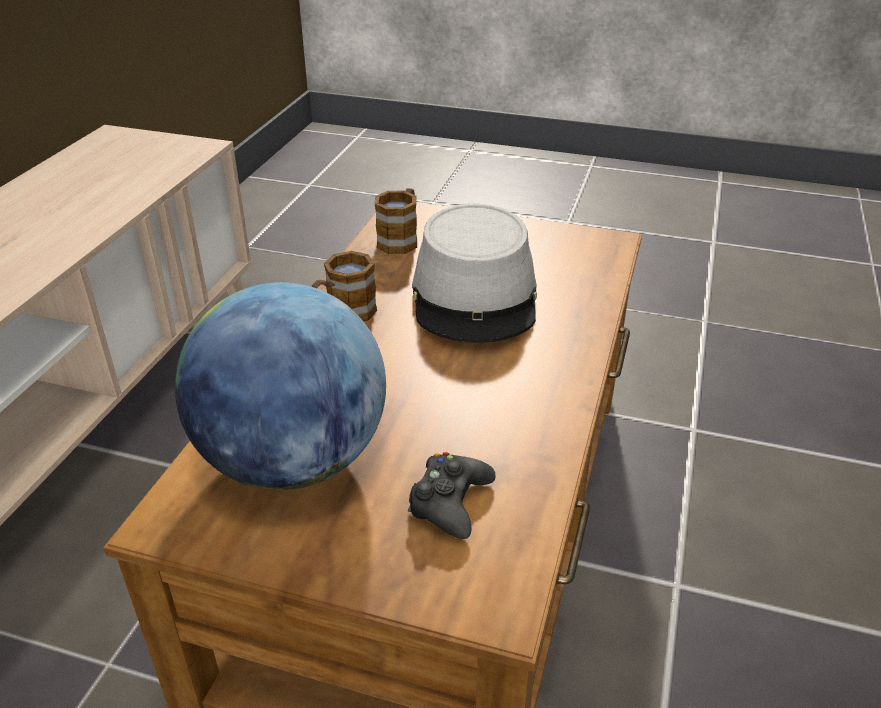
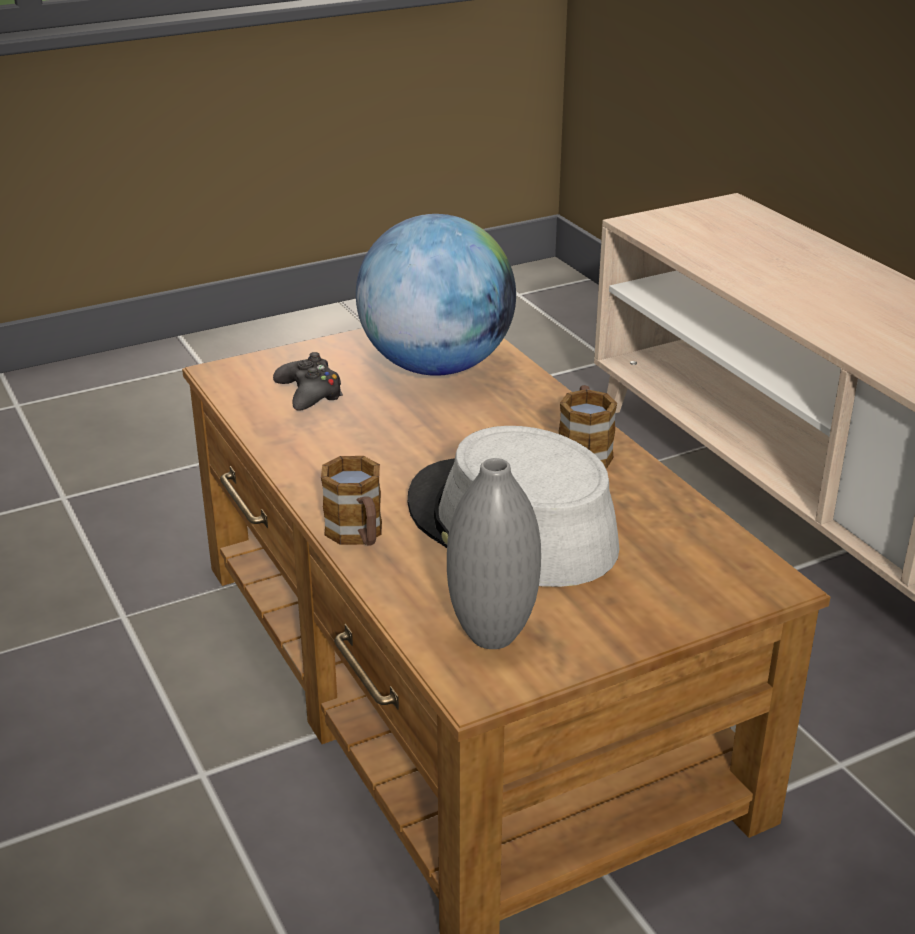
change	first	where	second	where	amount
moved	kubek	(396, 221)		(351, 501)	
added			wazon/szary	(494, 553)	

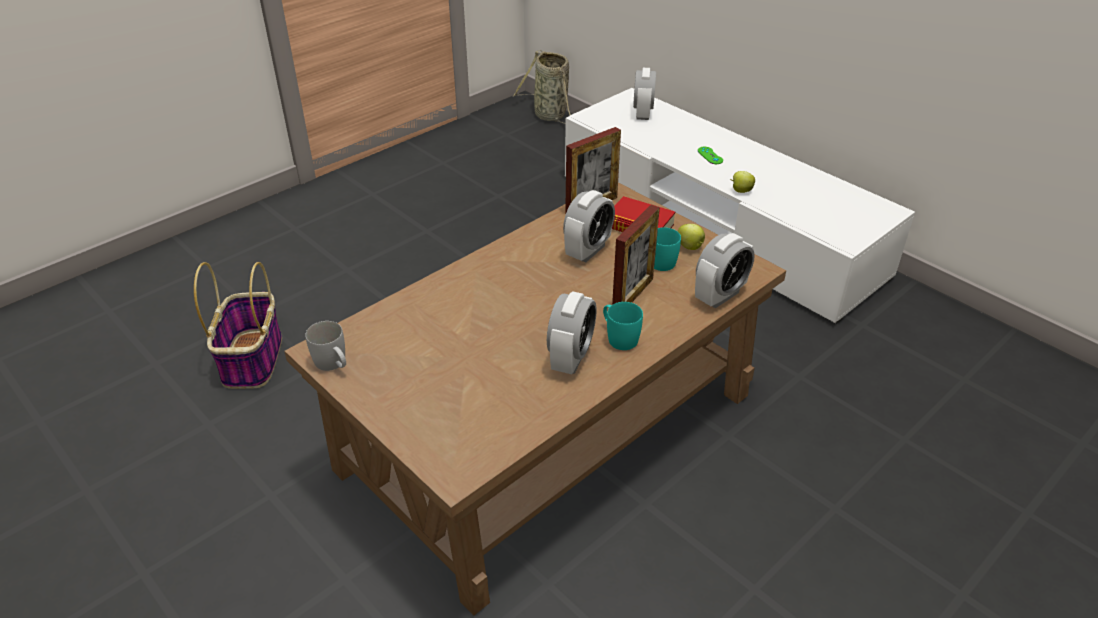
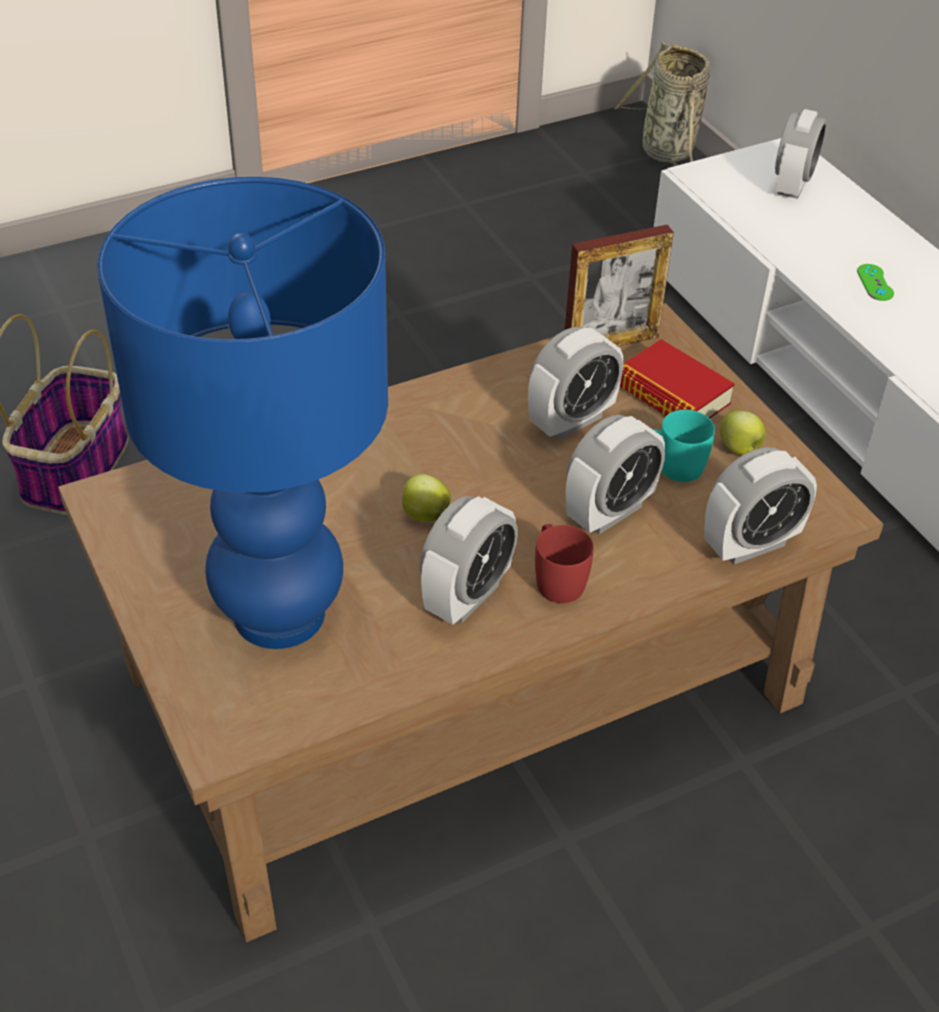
change	first	where	second	where	amount
moved	jabłko	(742, 182)		(426, 498)	
replaced	ramka na zdjęcie	(636, 255)	budzik	(615, 474)	
recoloured	kubek/turkusowy	(623, 326)	kubek/czerwony	(564, 563)	
removed	kubek/biały	(325, 346)			
added			lampa stołowa/niebieski	(242, 413)	

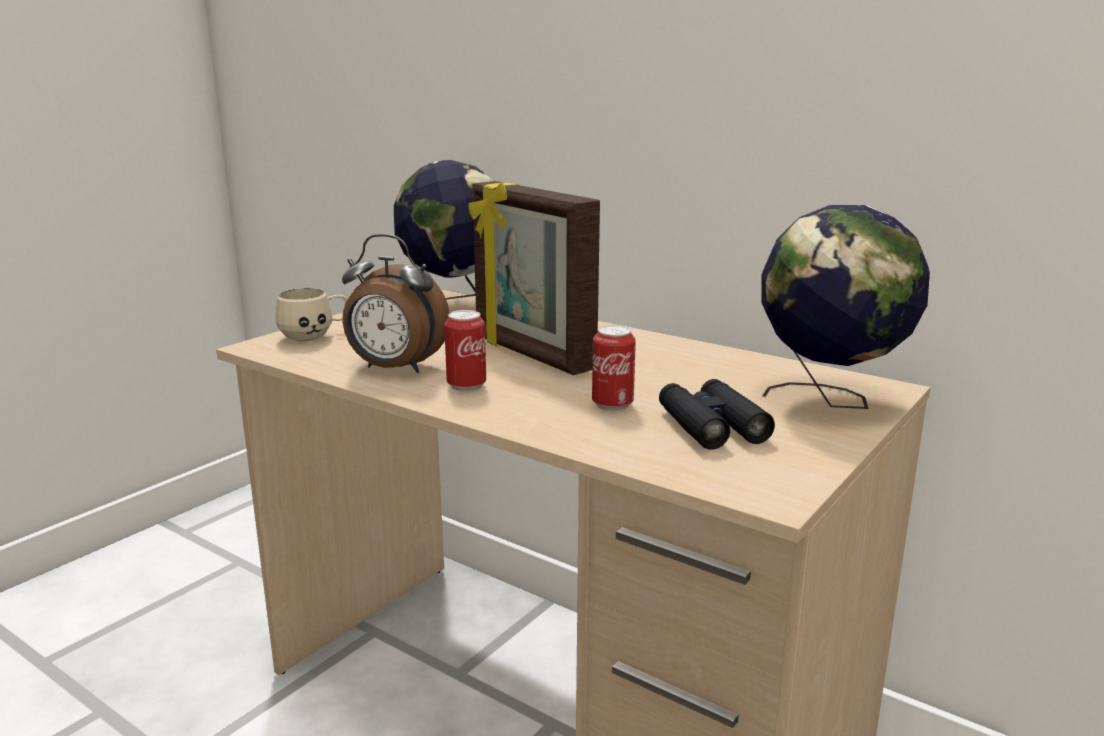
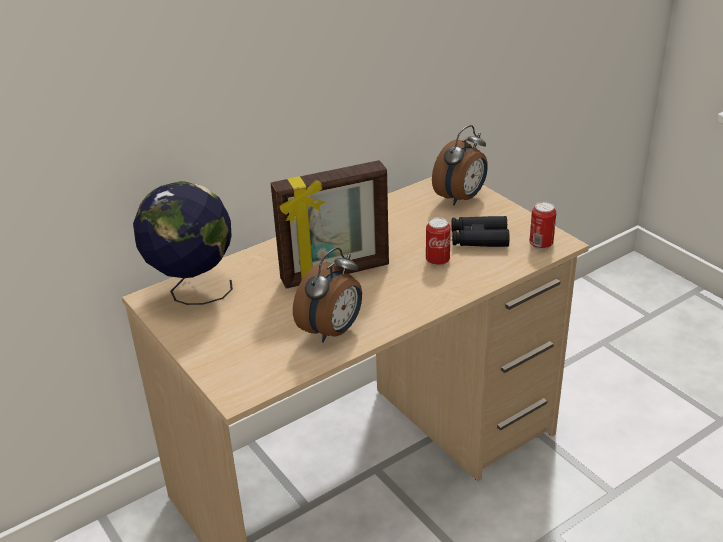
change	first	where	second	where	amount
replaced	globus	(845, 307)	budzik	(460, 165)	
removed	kubek/beżowy	(311, 314)			
moved	puszka	(465, 351)		(542, 226)	

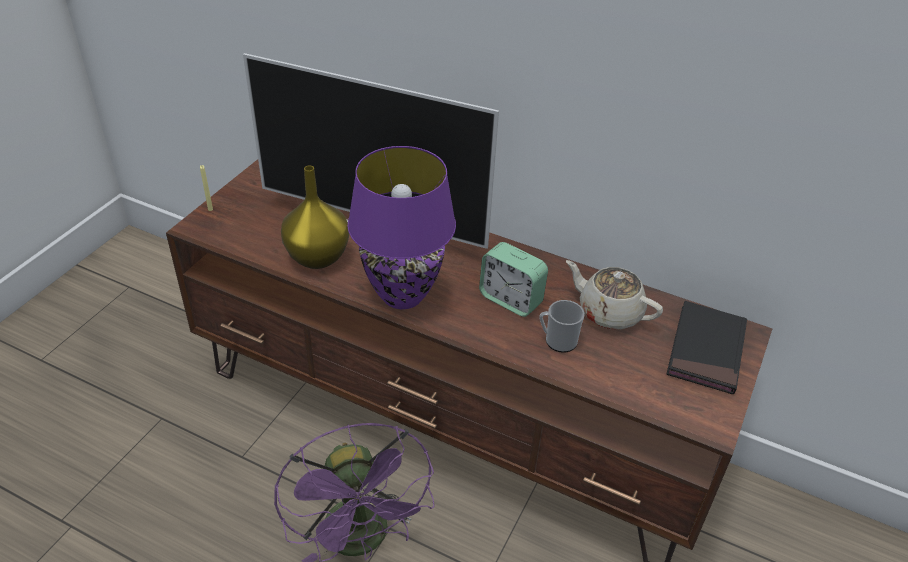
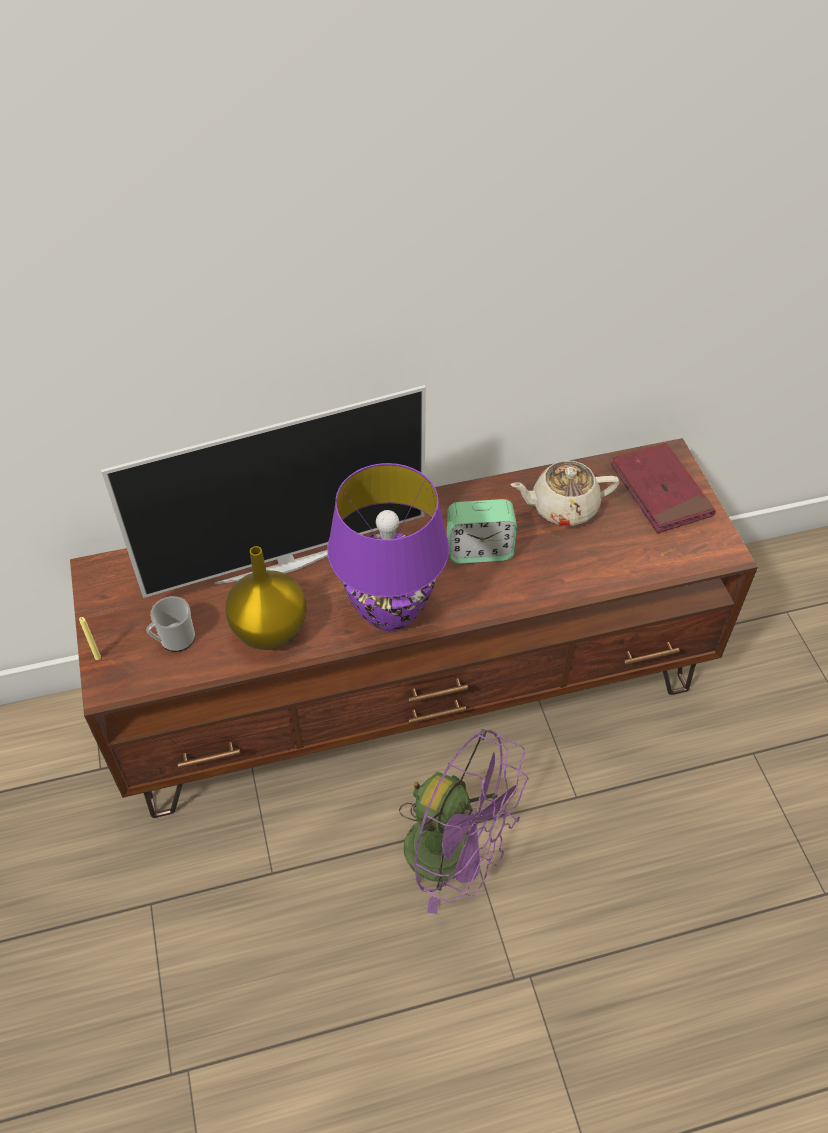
change	first	where	second	where	amount
moved	kubek	(562, 326)		(170, 624)	
recoloured	książka/czarny	(707, 347)	książka/czerwony	(663, 488)	

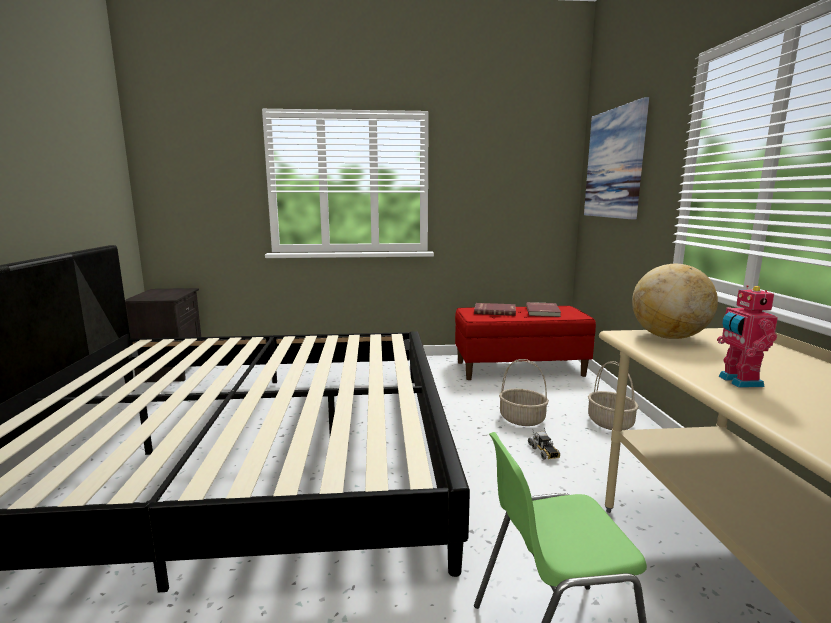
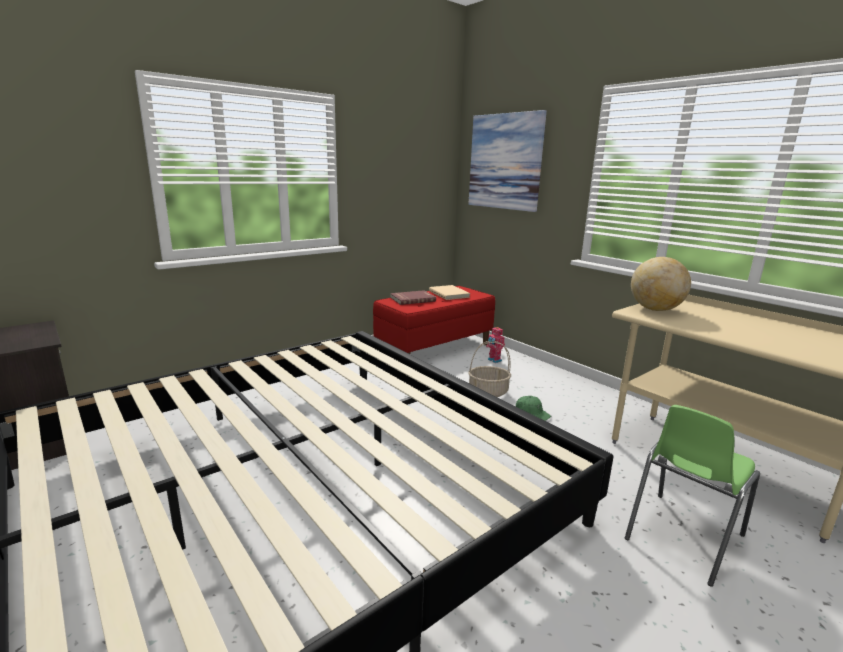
change	first	where	second	where	amount
moved	robot zabawkowy	(747, 336)		(495, 344)	
recoloured	książka/czerwony	(543, 309)	książka/beżowy	(449, 292)	
removed	koszyk	(613, 395)			
replaced	ciężarówka zabawkowa	(544, 444)	czapka z daszkiem/zielony	(533, 408)	

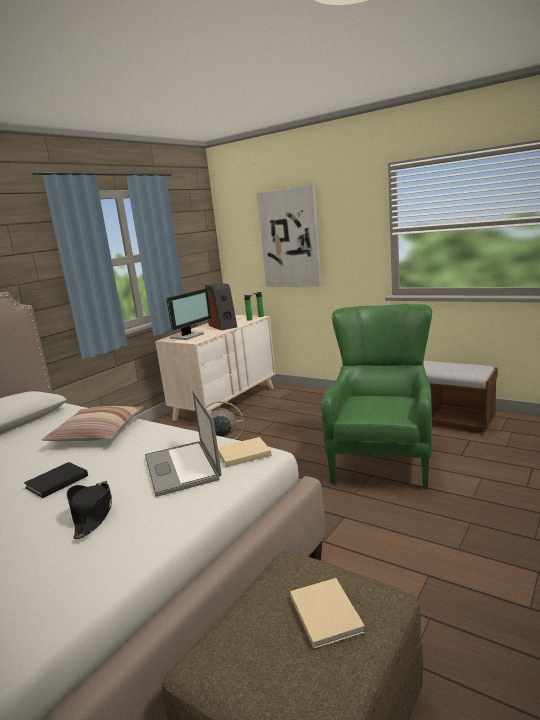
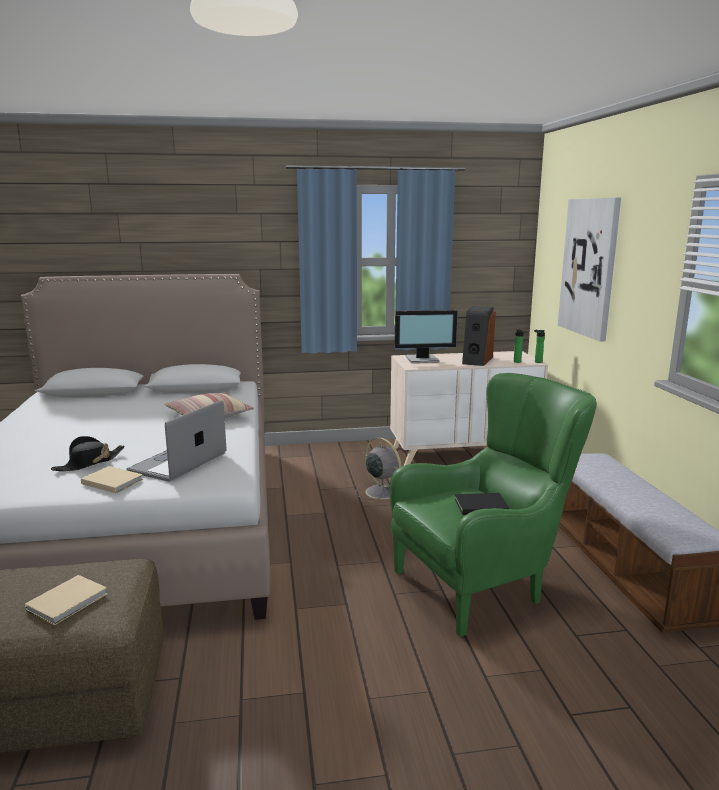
change	first	where	second	where	amount
moved	książka/beżowy	(244, 452)		(112, 479)	
moved	książka/czarny	(56, 480)		(482, 504)	

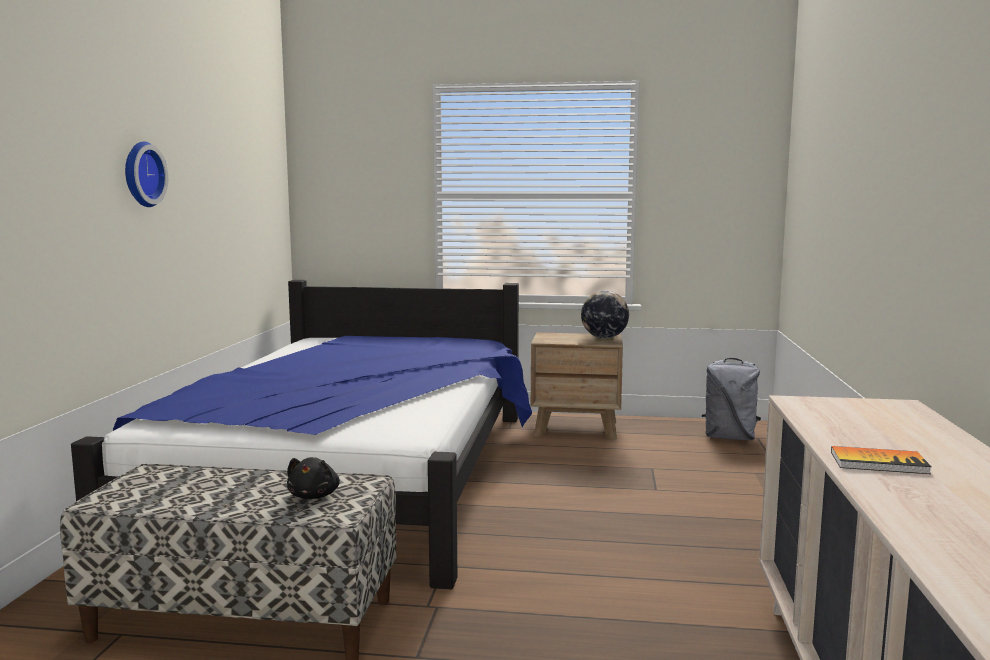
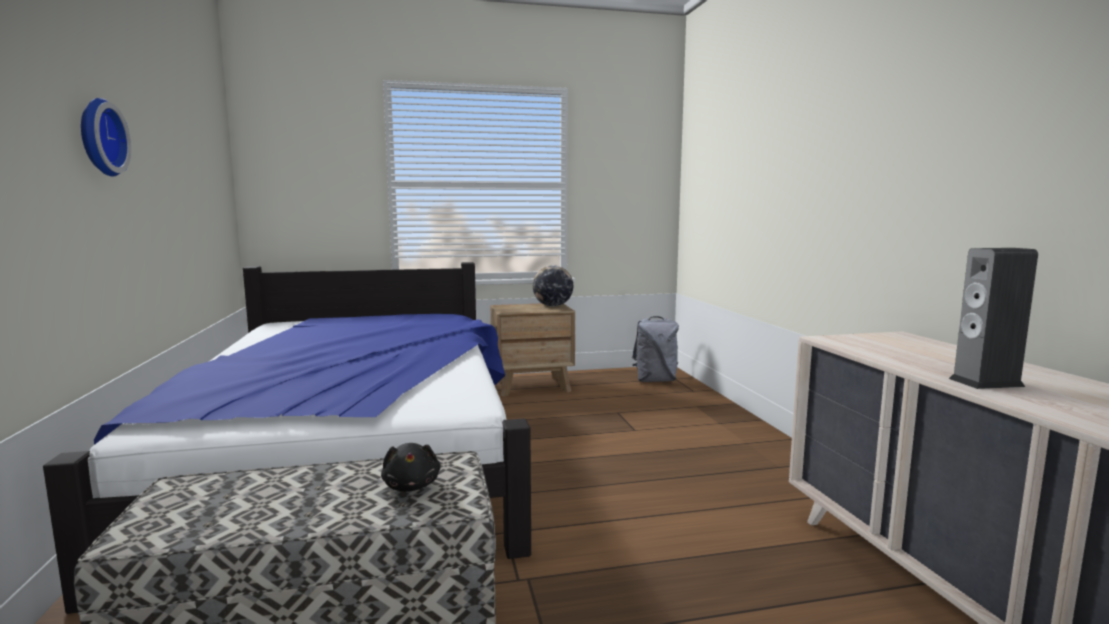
change	first	where	second	where	amount
replaced	książka	(881, 460)	głośnik	(993, 318)	

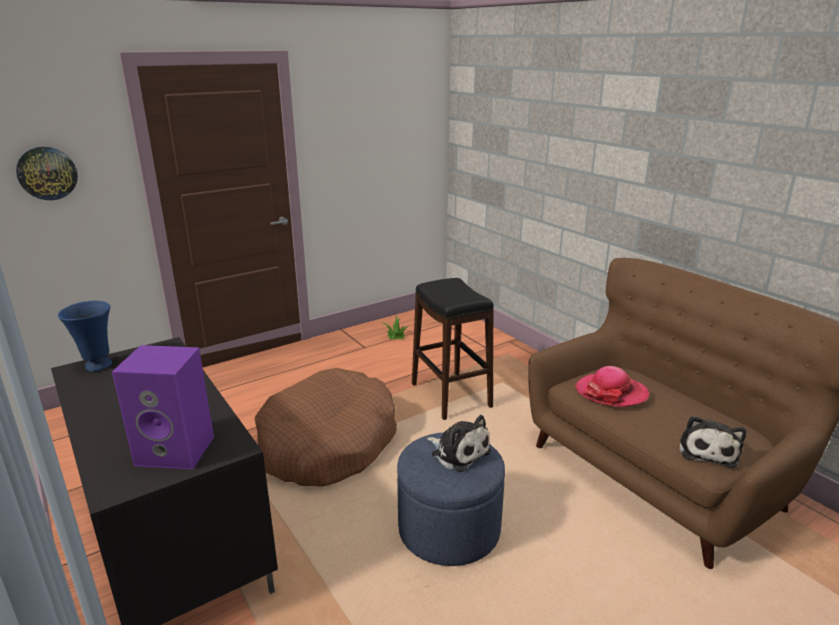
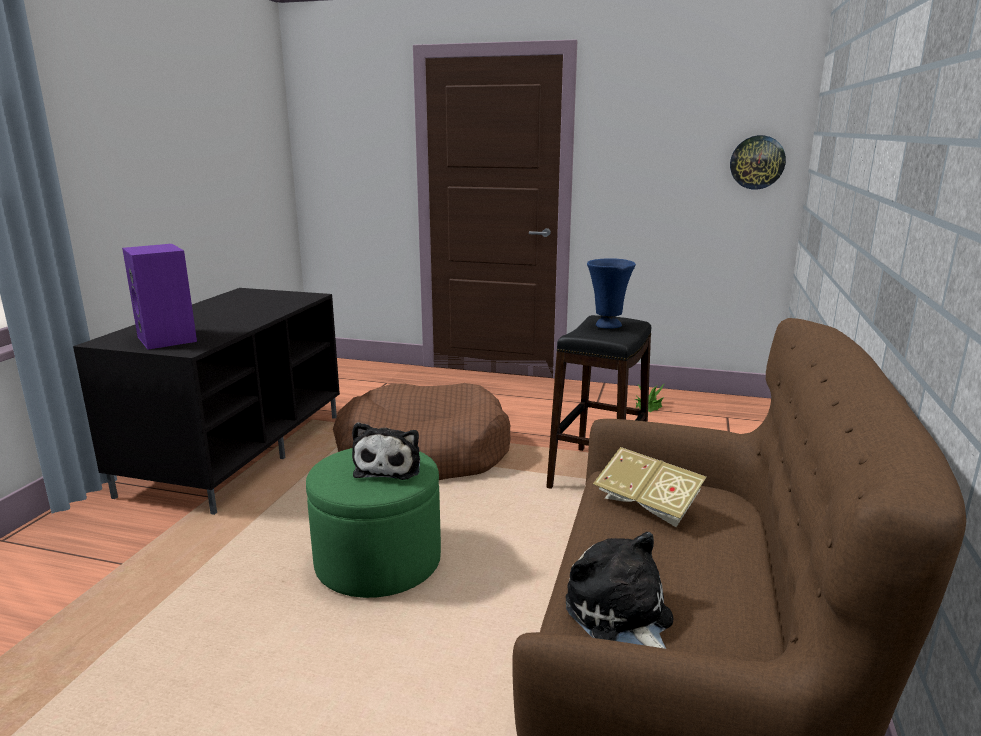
change	first	where	second	where	amount
moved	zegar ścienny	(47, 173)		(758, 162)	
moved	wazon/niebieski	(85, 336)		(611, 293)	
replaced	kapelusz	(612, 386)	książka	(650, 487)	
turned	pluszak	(712, 441)		(620, 590)	90 degrees clockwise
recoloured	pufa/niebieski	(451, 499)	pufa/zielony	(373, 523)	

